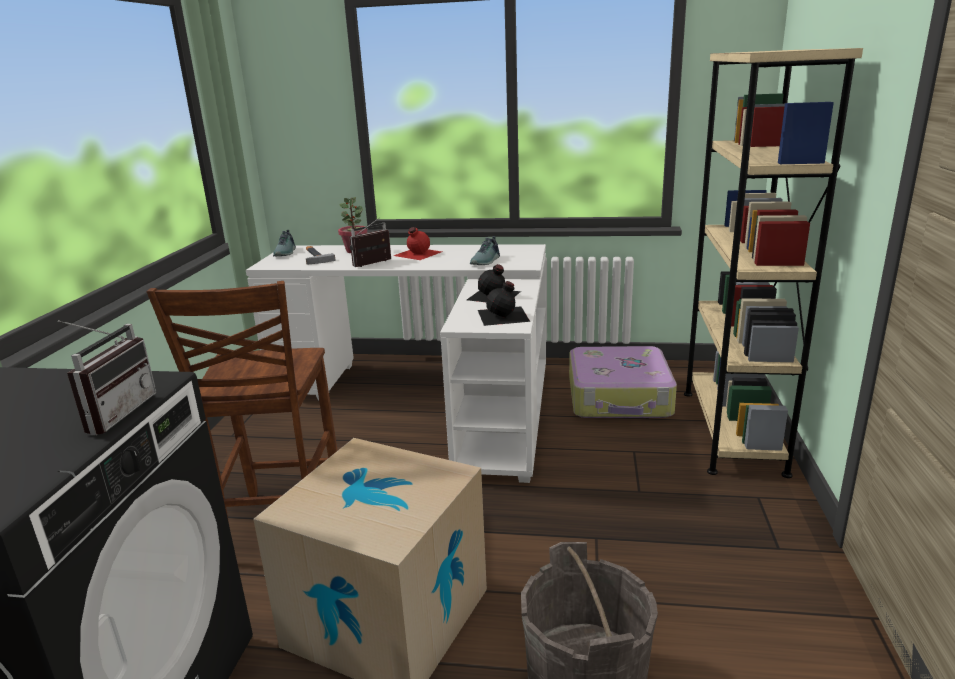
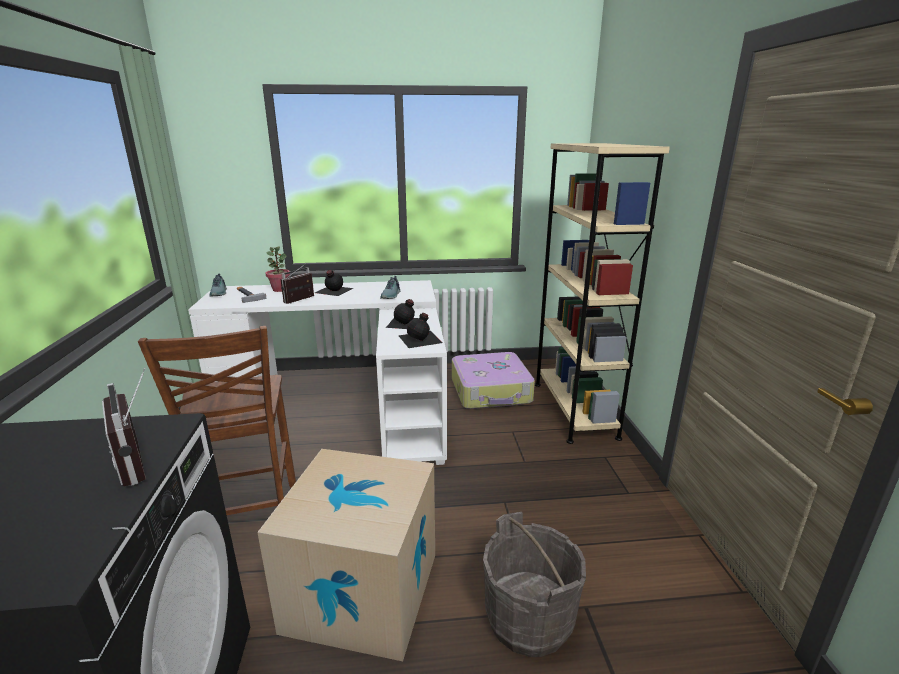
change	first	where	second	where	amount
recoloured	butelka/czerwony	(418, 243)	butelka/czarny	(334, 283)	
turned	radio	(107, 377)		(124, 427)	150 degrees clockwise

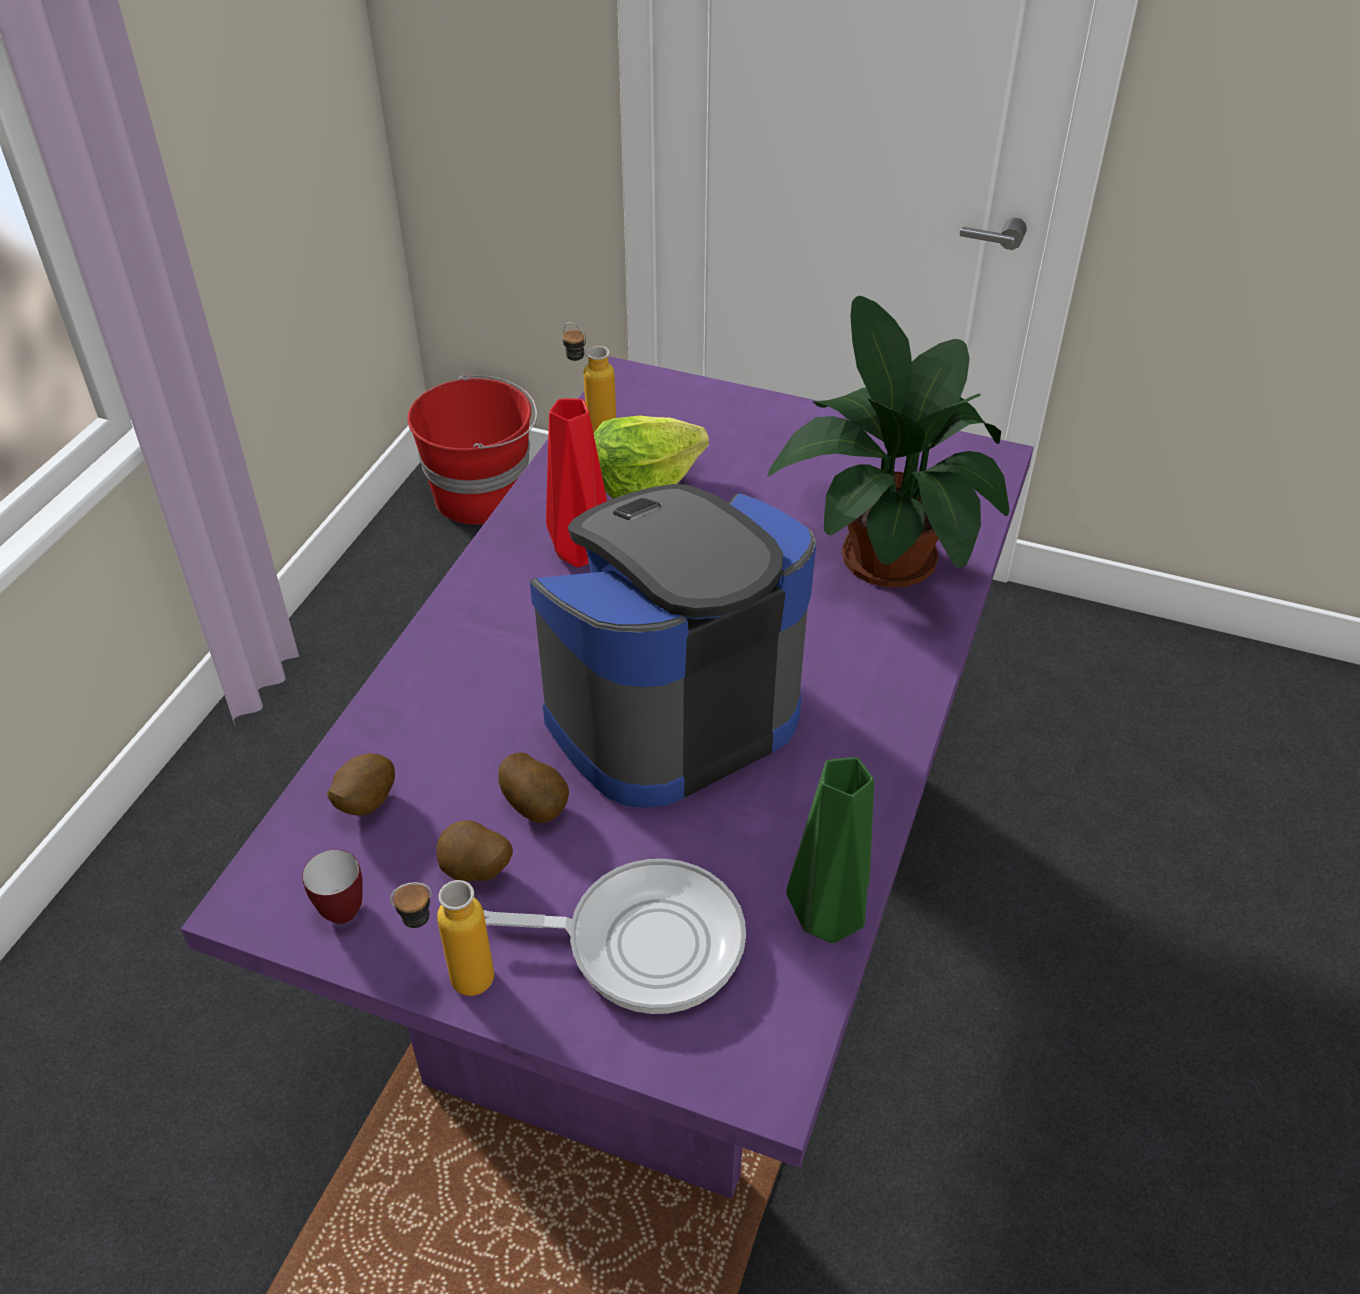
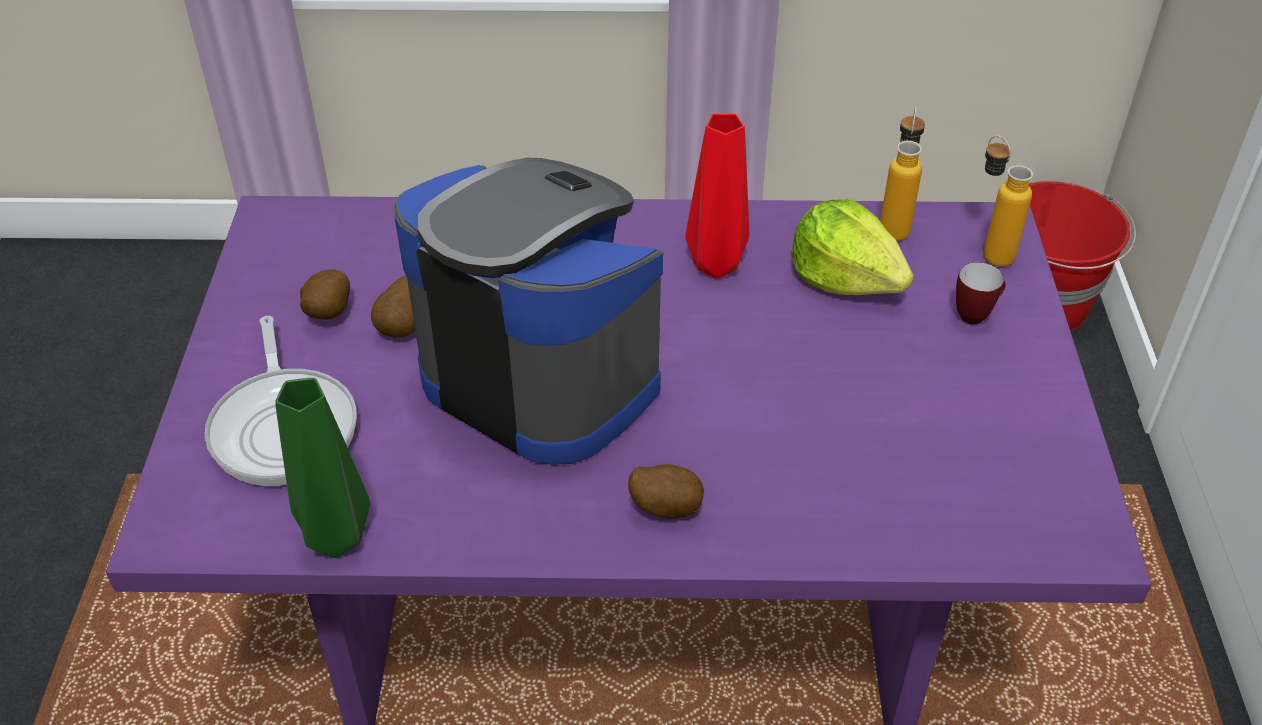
change	first	where	second	where	amount
removed	roślina doniczkowa	(888, 442)			
moved	ziemniak	(361, 784)		(666, 491)	
moved	kubek	(332, 887)		(981, 293)	
moved	butelka	(442, 938)		(1008, 201)	

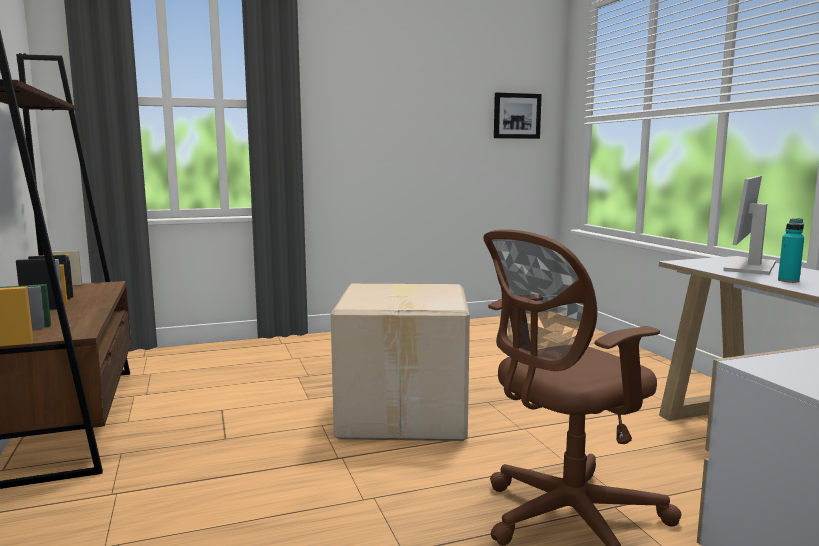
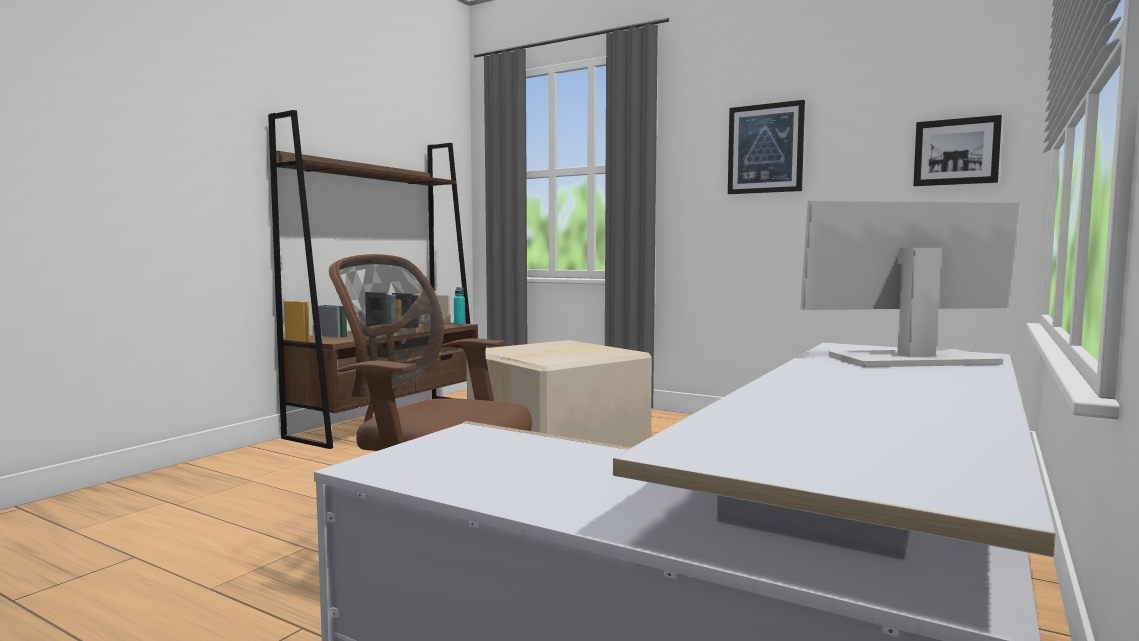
change	first	where	second	where	amount
moved	butelka/turkusowy	(791, 250)		(459, 306)	
added			obraz	(766, 147)	

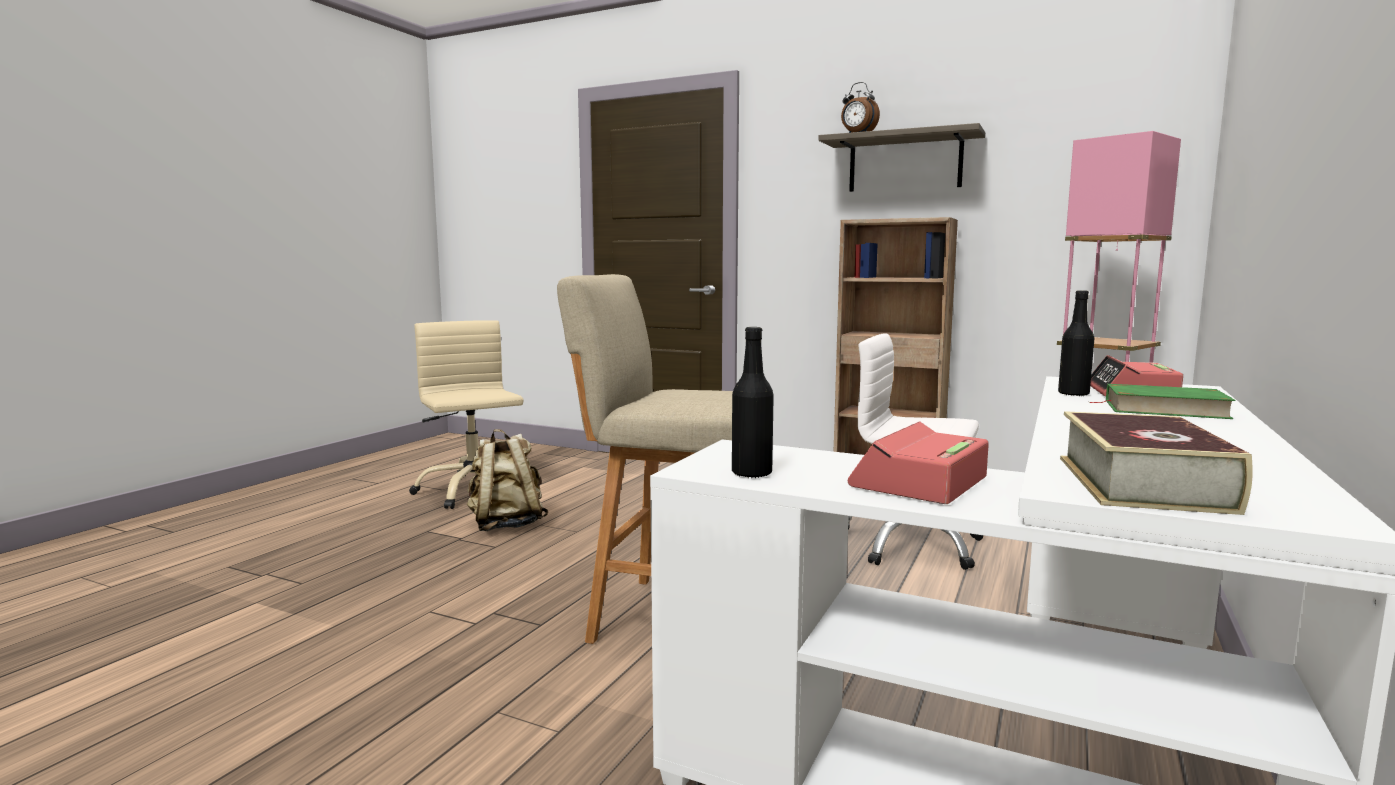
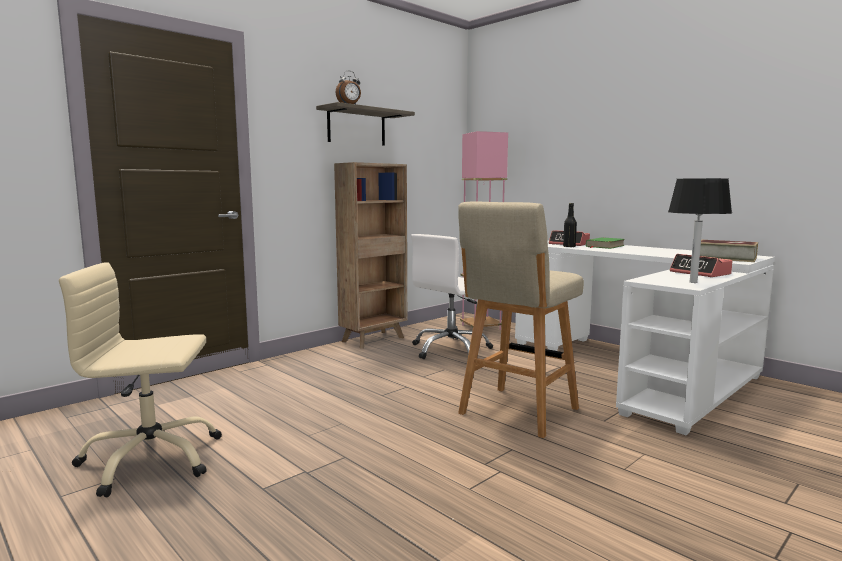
change	first	where	second	where	amount
replaced	butelka/czarny	(753, 402)	lampa stołowa/czarny	(700, 230)	
removed	plecak/beżowy	(507, 480)			

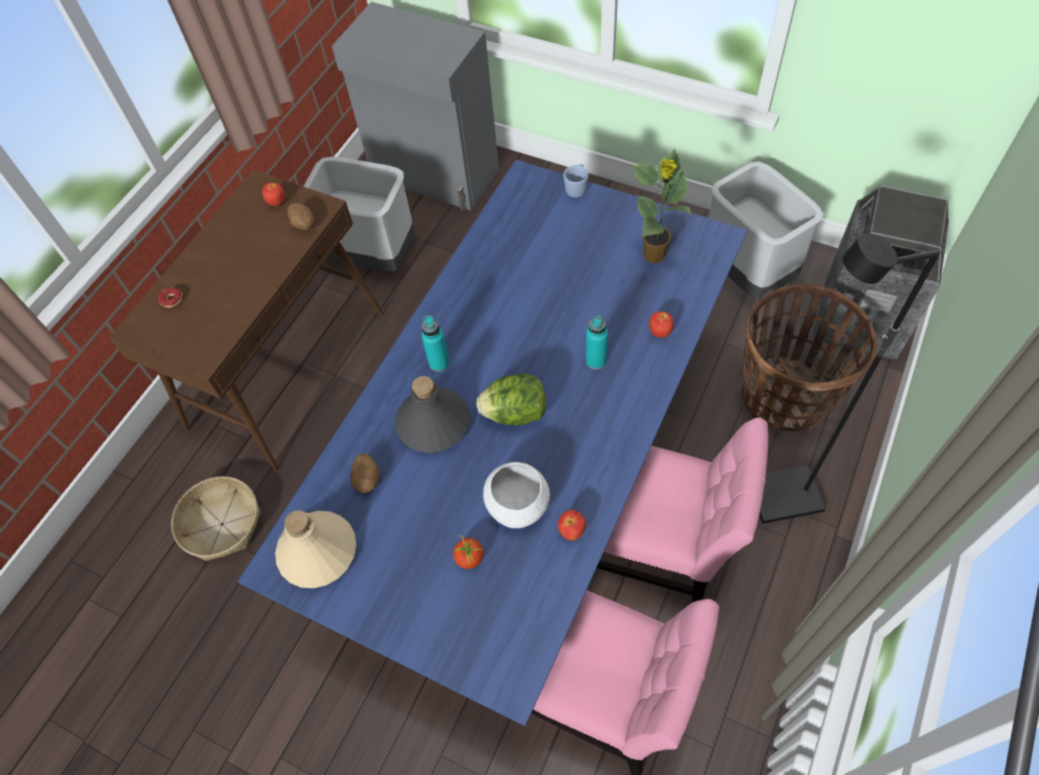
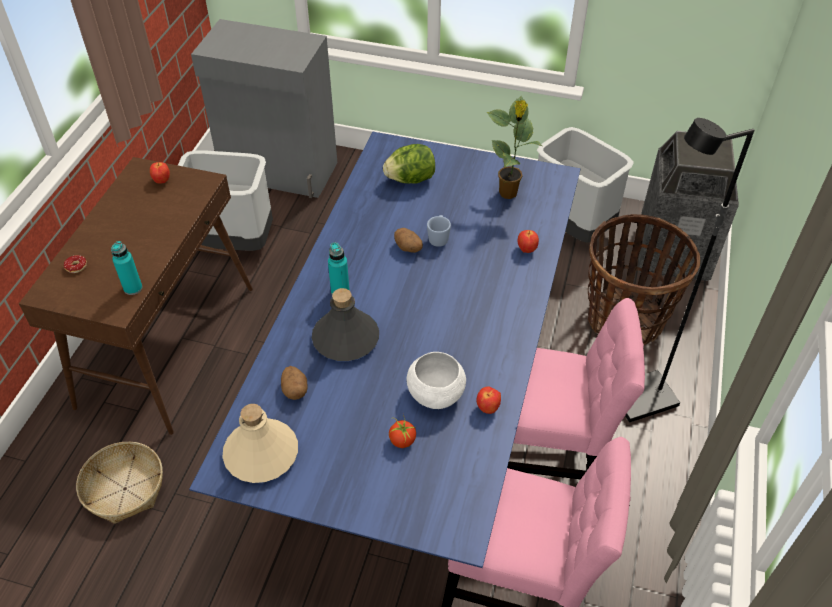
change	first	where	second	where	amount
moved	kubek/niebieski	(576, 181)		(439, 231)	
moved	ziemniak	(300, 216)		(408, 240)	
moved	butelka/turkusowy	(597, 342)		(126, 268)	
moved	sałata	(511, 400)		(409, 163)	

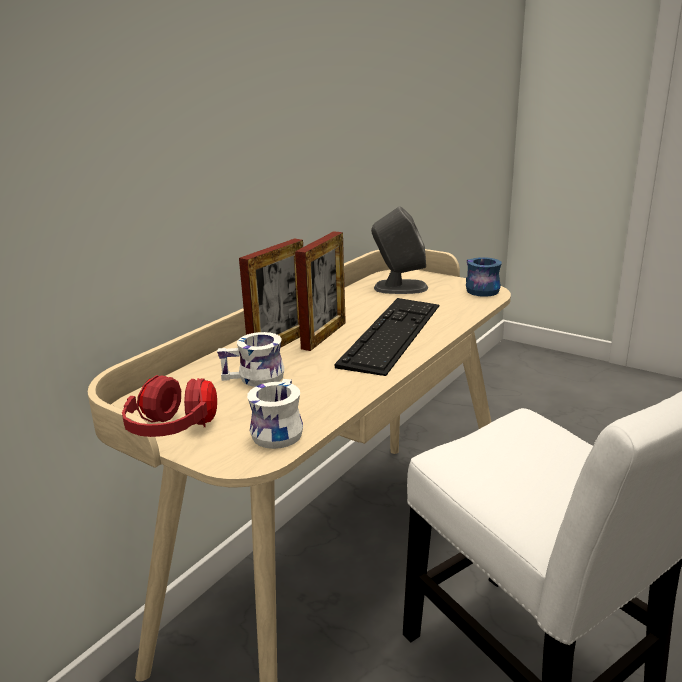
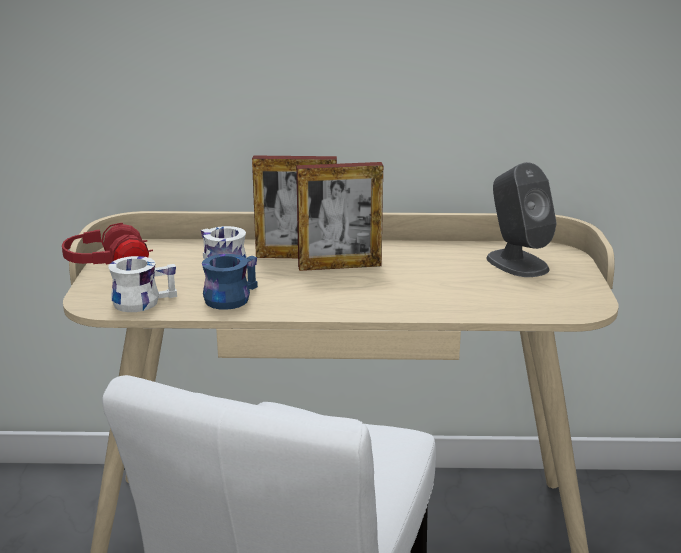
change	first	where	second	where	amount
moved	kubek/niebieski	(484, 277)		(230, 282)	
removed	klawiatura	(387, 337)			

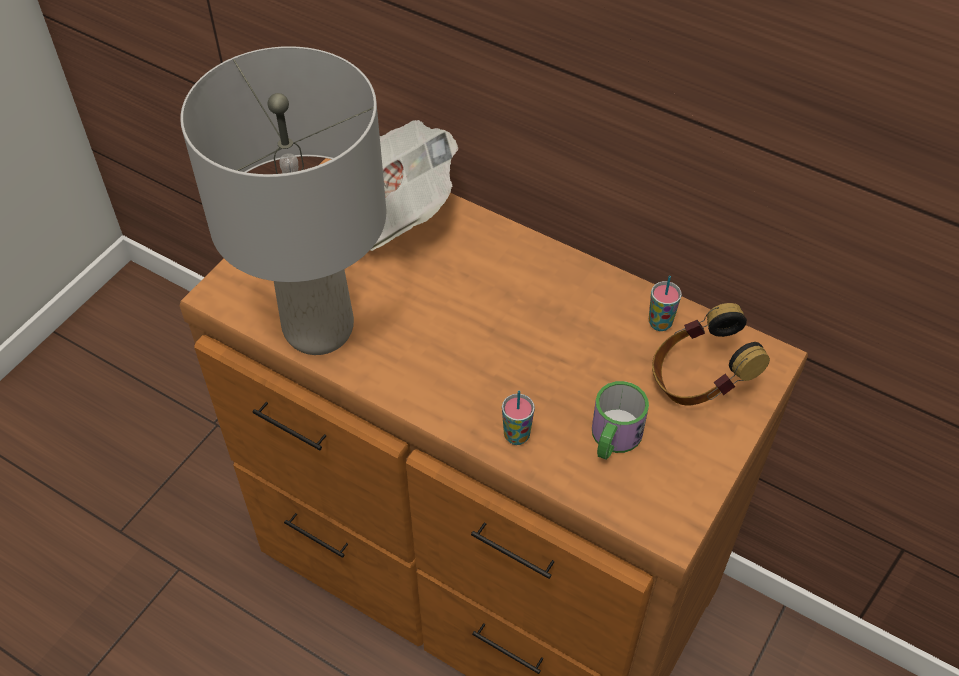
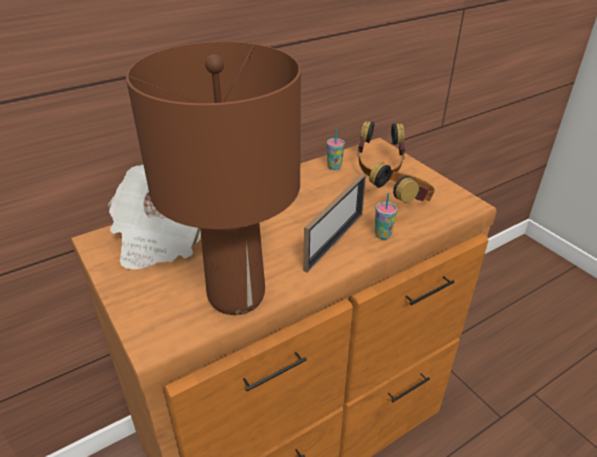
change	first	where	second	where	amount
recoloured	lampa stołowa/szary	(283, 200)	lampa stołowa/brązowy	(213, 178)	
replaced	kubek	(620, 420)	słuchawki	(402, 182)	
added			ramka na zdjęcie	(335, 223)	

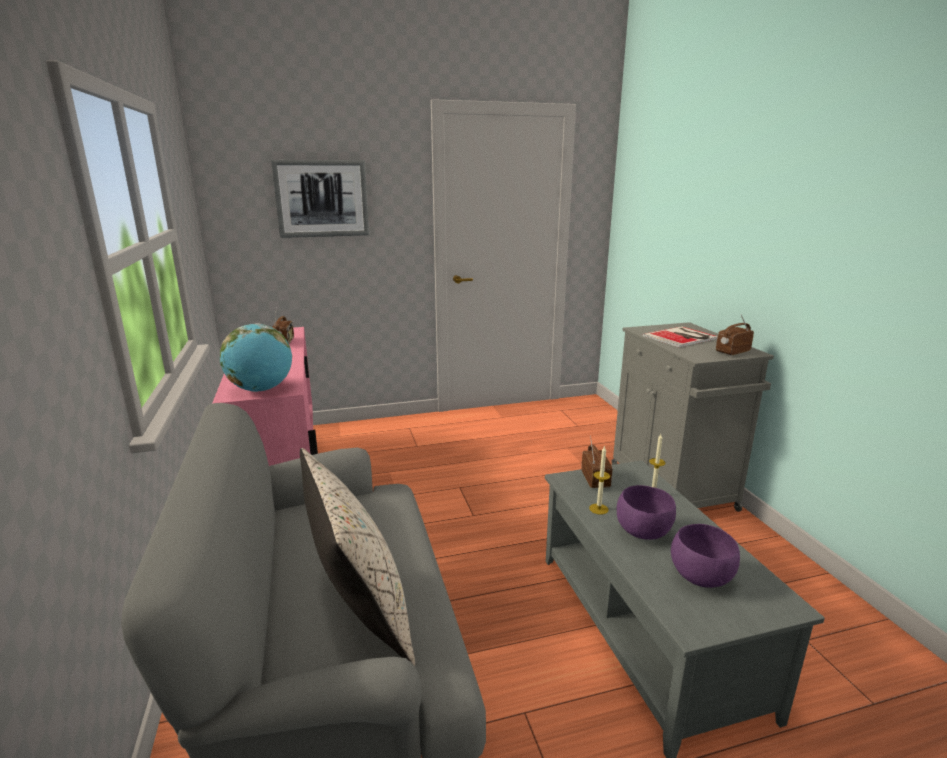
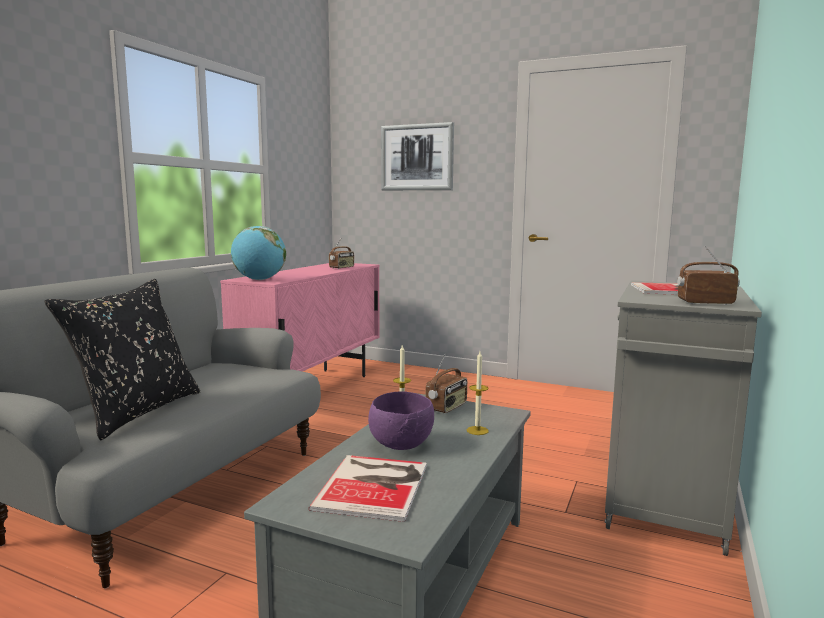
change	first	where	second	where	amount
recoloured	poduszka/beżowy	(357, 557)	poduszka/czarny	(122, 359)	
replaced	miska/fioletowy	(705, 556)	książka	(368, 488)	

